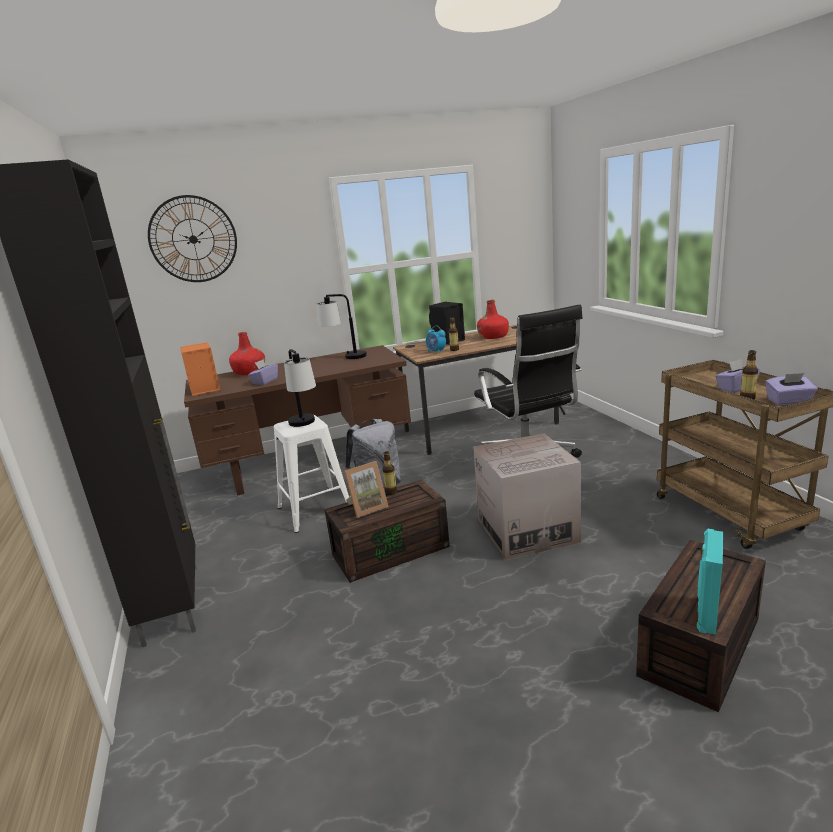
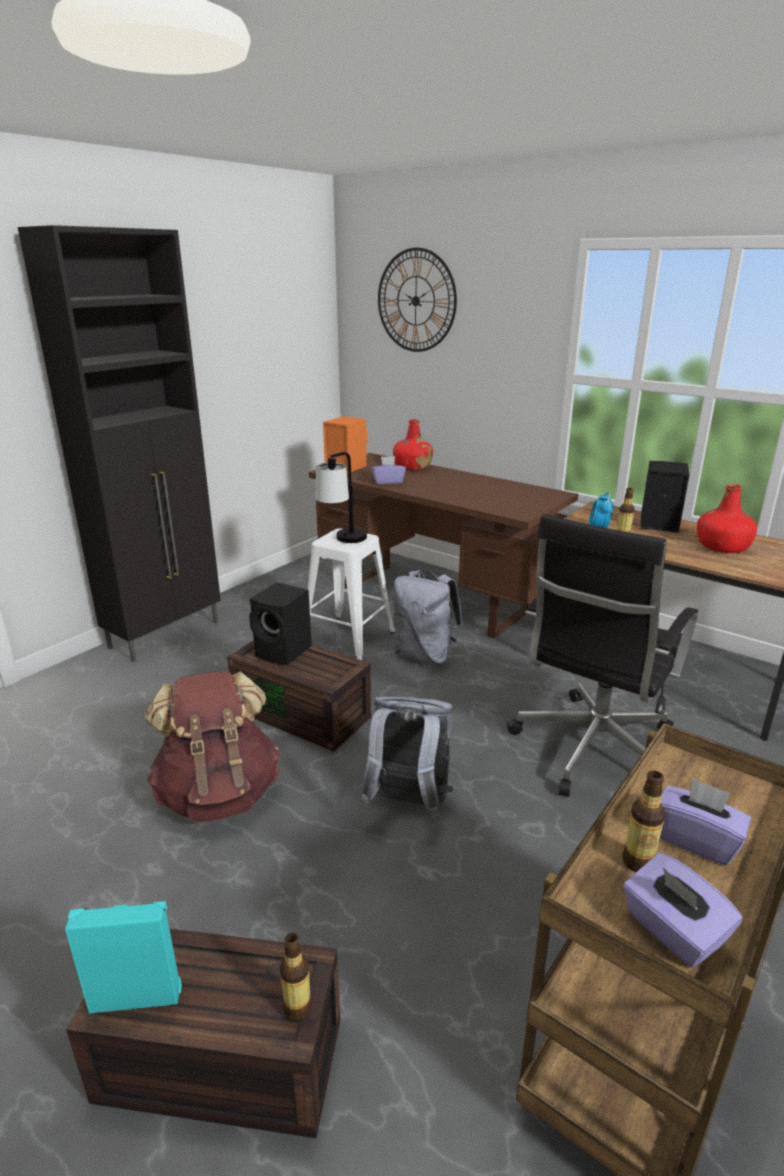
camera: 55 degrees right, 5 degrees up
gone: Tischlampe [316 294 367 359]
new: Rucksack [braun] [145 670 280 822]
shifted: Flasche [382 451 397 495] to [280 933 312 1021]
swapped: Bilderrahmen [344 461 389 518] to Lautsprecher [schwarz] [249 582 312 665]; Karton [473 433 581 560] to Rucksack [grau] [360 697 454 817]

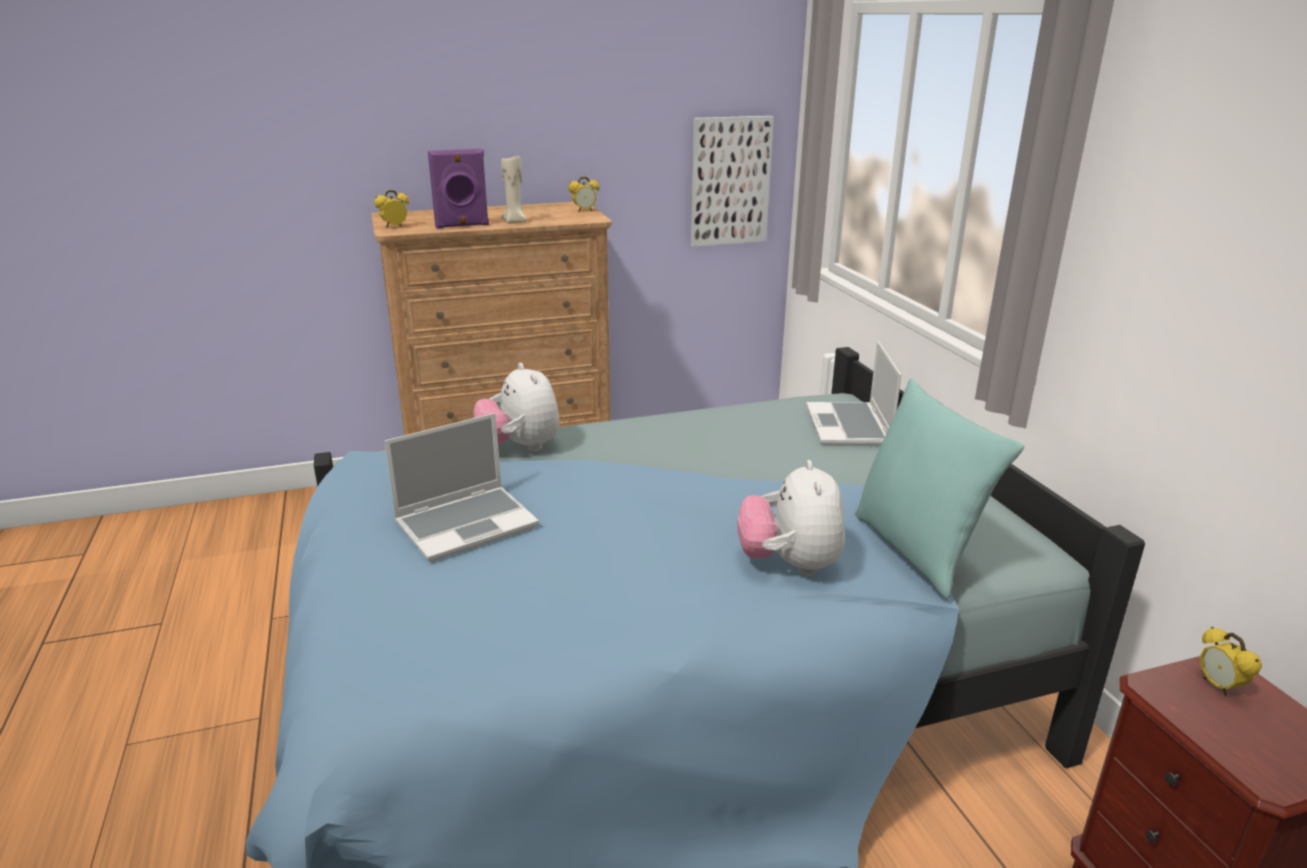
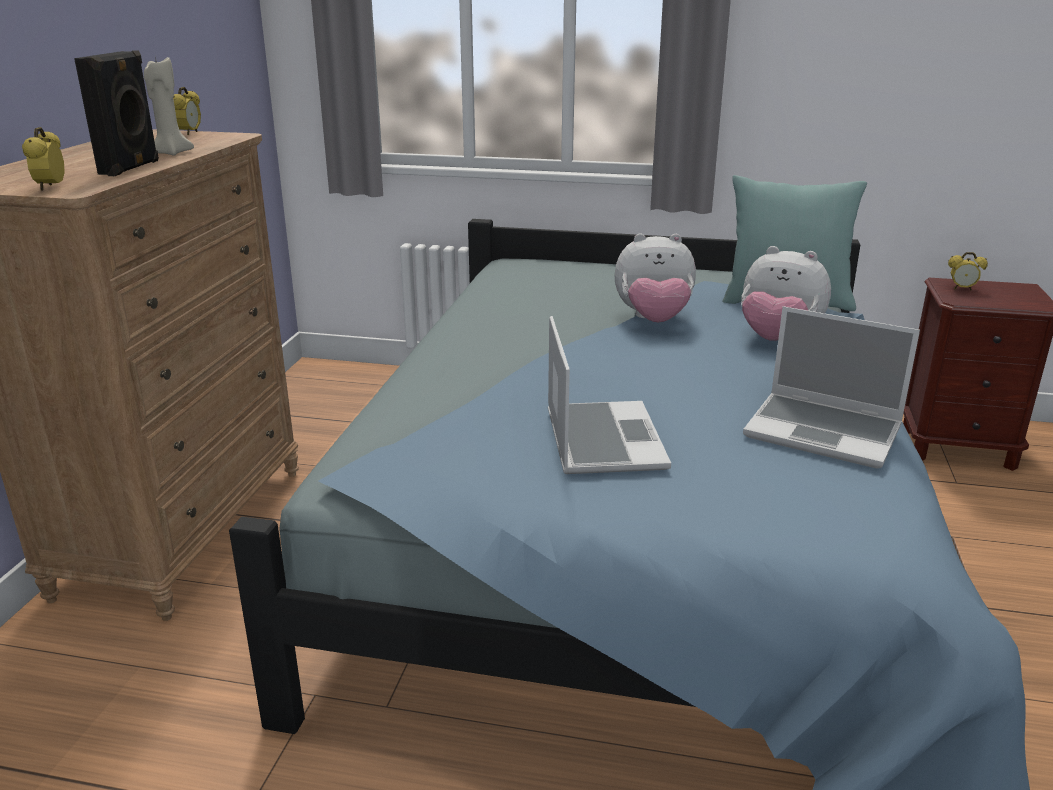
camera: 60 degrees left, 0 degrees up
gone: Bild [691 116 774 247]
shifted: Plüschtier [473 363 560 451] to [614 233 696 323]; Laptop [806 341 902 445] to [743 306 920 469]
repainted: Lautsprecher [lila] [428 149 489 229] to Lautsprecher [schwarz] [74 50 159 176]

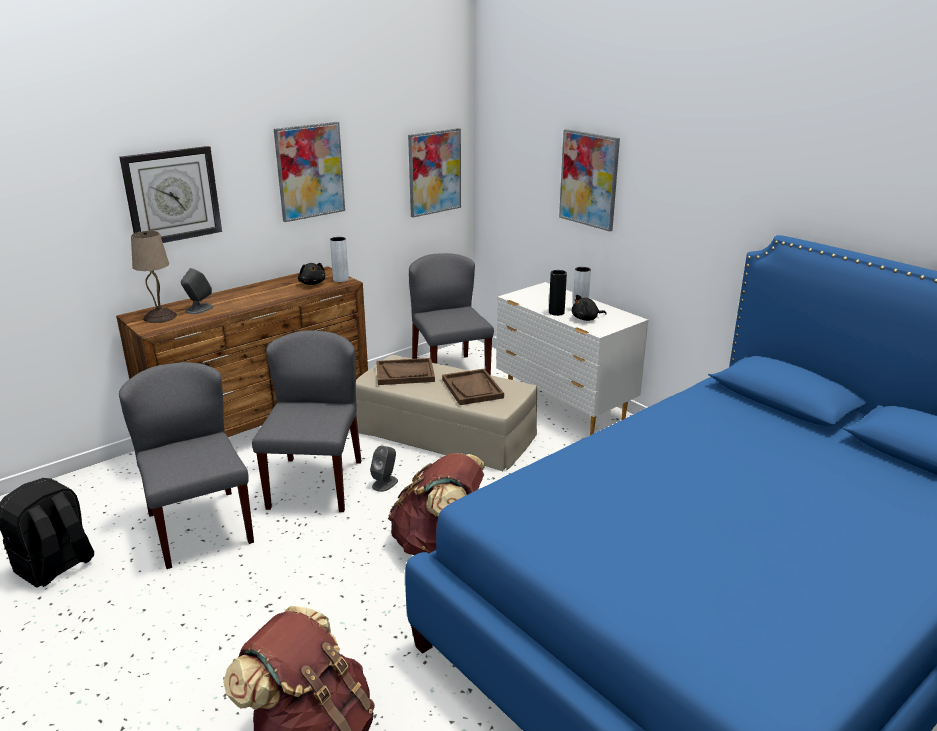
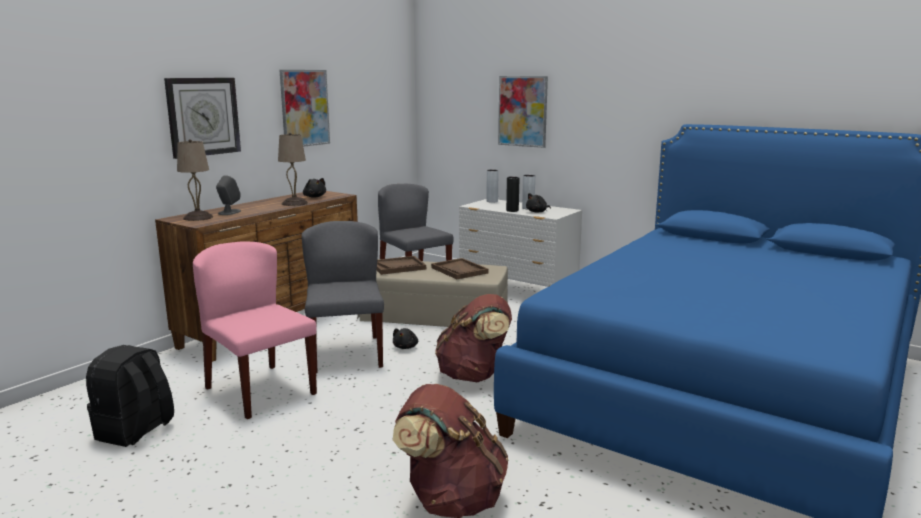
camera: 15 degrees left, 10 degrees down
gone: Bild [408 128 461 218]
new: Tischlampe [beige] [278 133 308 206]
shifted: Vase [grau] [330 237 349 282] to [486 169 499 203]
swapped: Lautsprecher [grau] [370 446 398 492] to Plüschtier [schwarz] [393 328 418 349]
repainted: Stuhl [grau] [119 362 254 569] to Stuhl [rosa] [193 241 317 419]

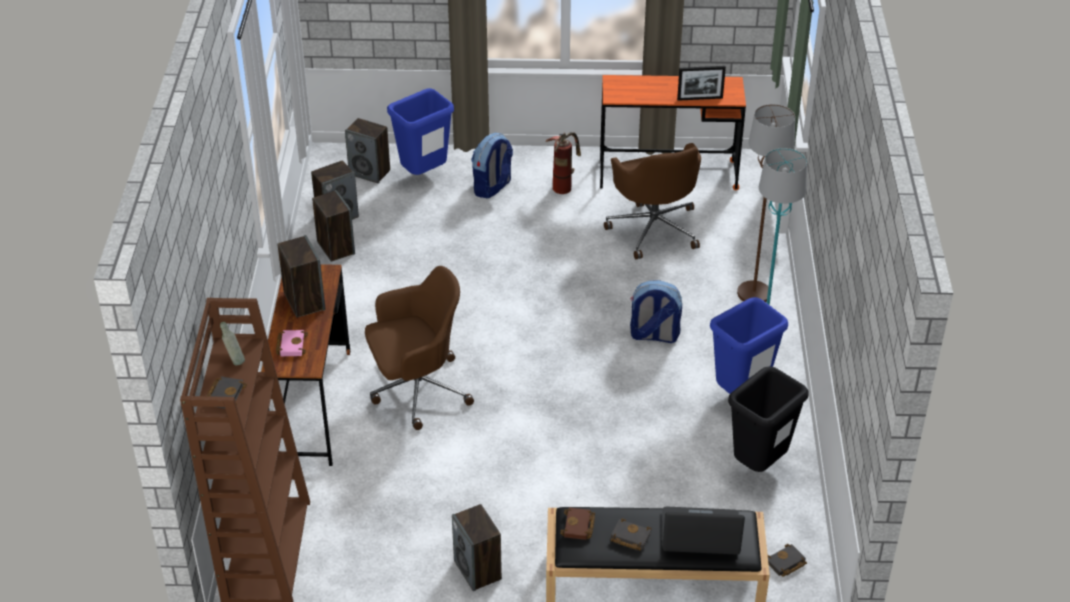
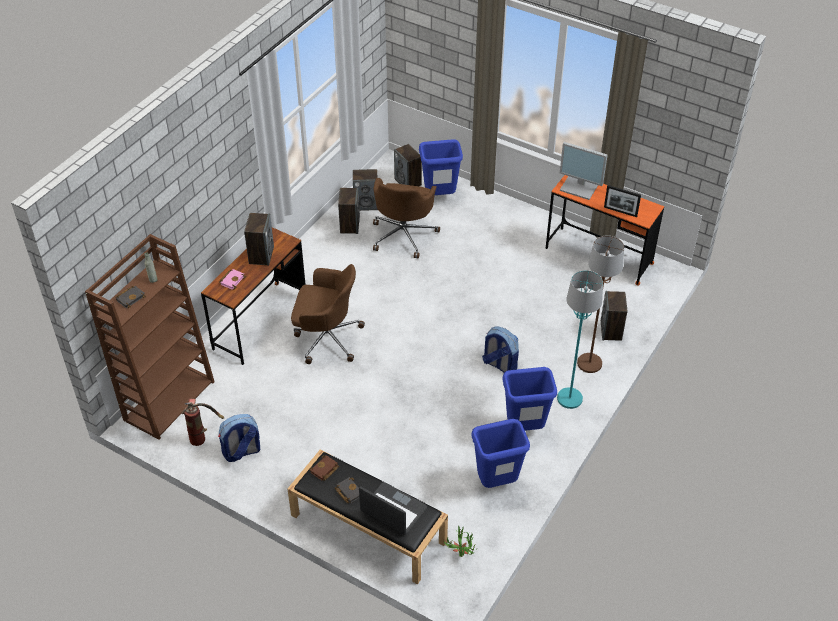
camera: 30 degrees right, 5 degrees up
new: Monitor [560 142 607 200]
shifted: Lautsprecher [452 504 502 591] to [601 291 627 341]; Rucksack [471 133 513 198] to [218 414 260 462]; Feuerlöscher [546 132 581 194] to [182 399 224 446]; Bürostuhl [braun] [604 143 701 259] to [373 178 440 259]
swapped: Buch [schwarz] [768 544 807 577] to Topfpflanze [443 526 478 557]
repainted: Mülleimer [schwarz] [728 366 809 472] to Mülleimer [blau] [471 419 530 488]

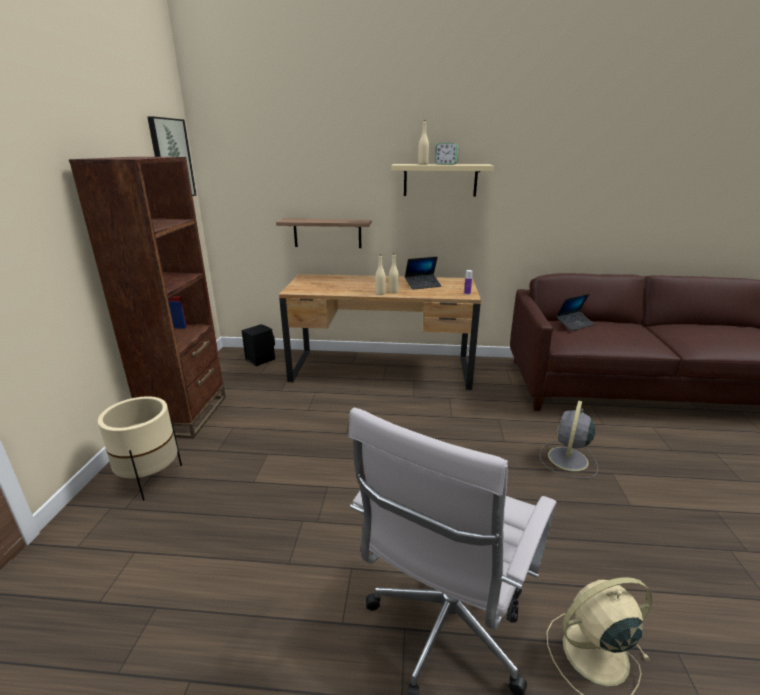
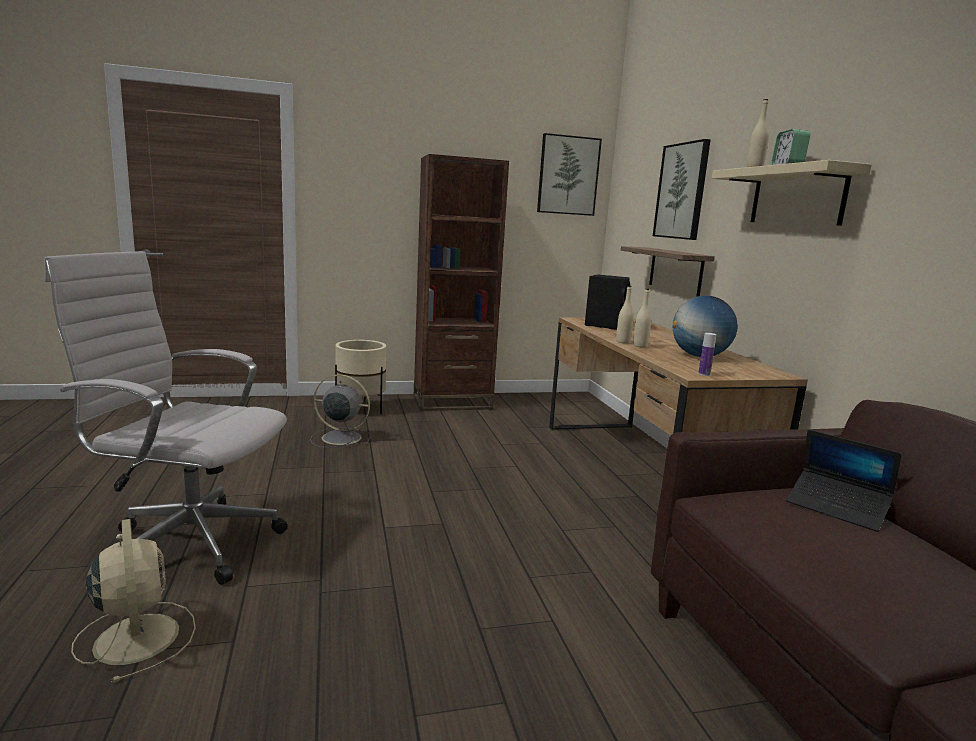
camera: 70 degrees right, 10 degrees down
new: Bild [653 139 711 240]
shifted: Lautsprecher [schwarz] [241 324 275 366] to [585 274 630 330]; Ventilator [grau] [540 400 598 479] to [310 375 371 448]
swapped: Laptop [405 257 441 290] to Globus [673 296 738 357]

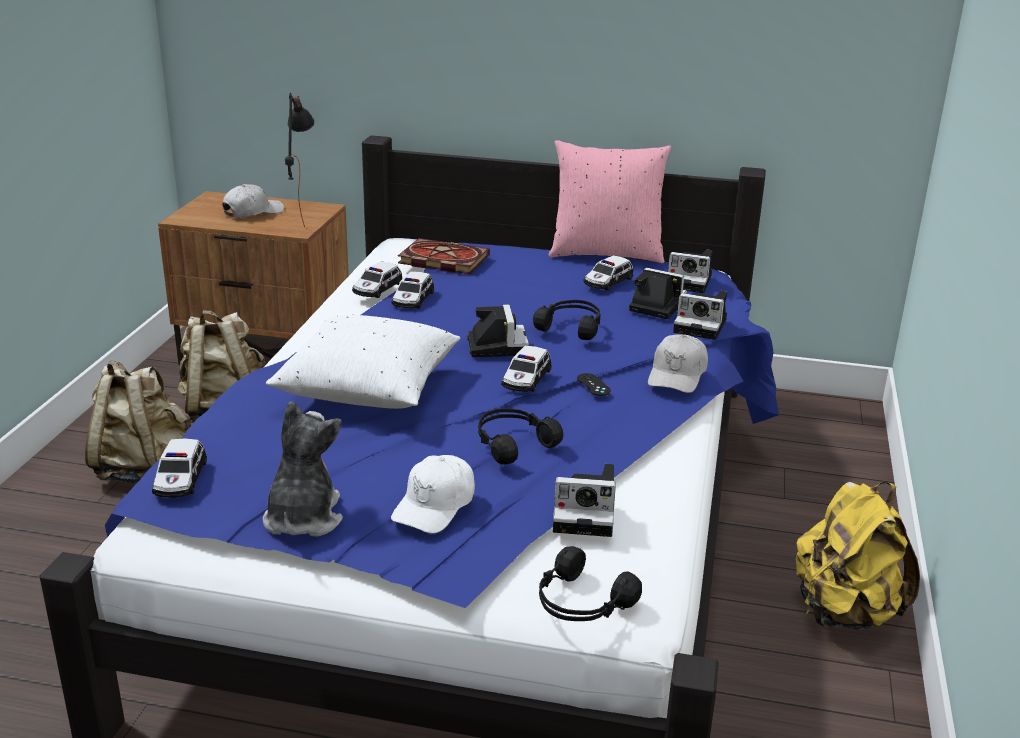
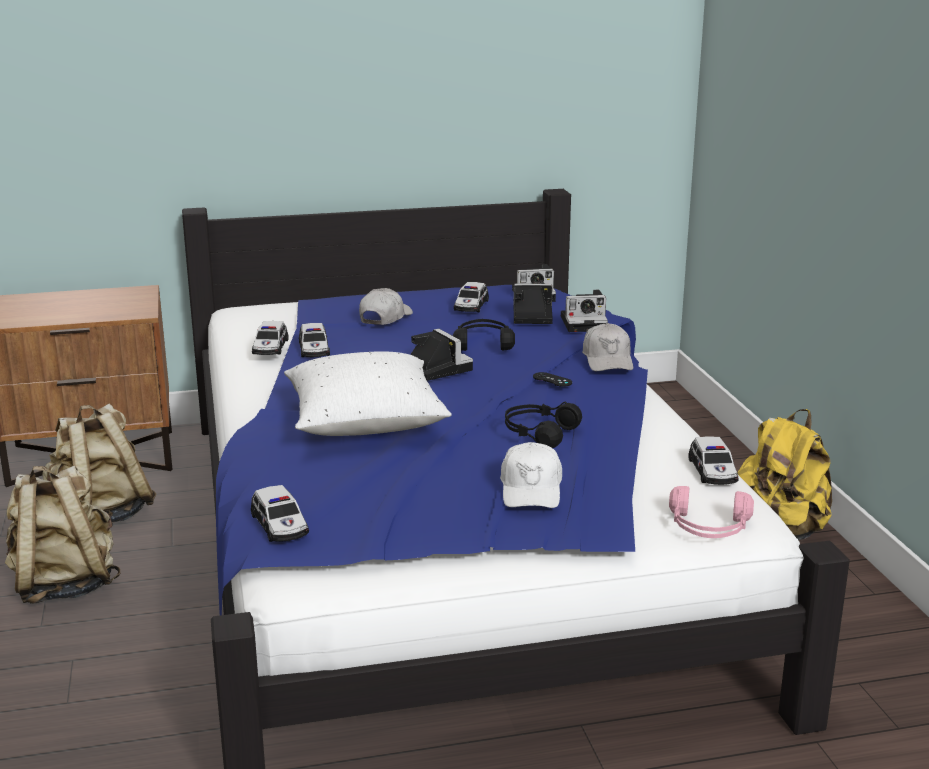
camera: 25 degrees left, 5 degrees down
gone: Plüschtier [263 401 343 537]; Tischlampe [schwarz] [285 93 314 227]; Buch [398 238 490 274]; Kissen [rosa] [548 140 671 263]; Kamera [553 464 616 537]
shifted: Kappe [weiß] [222 184 284 218] to [359 288 413 325]; Spielzeugauto [501 345 551 392] to [688 436 739 485]
repainted: Kopfhörer [schwarz] [539 546 642 621] to Kopfhörer [rosa] [669 486 754 538]

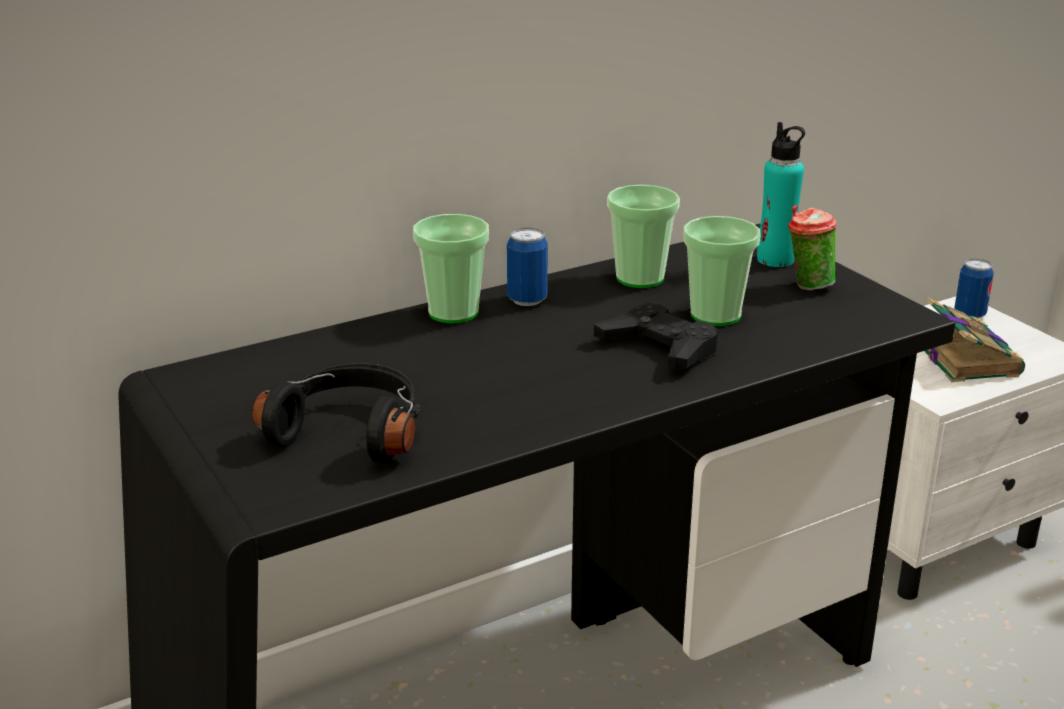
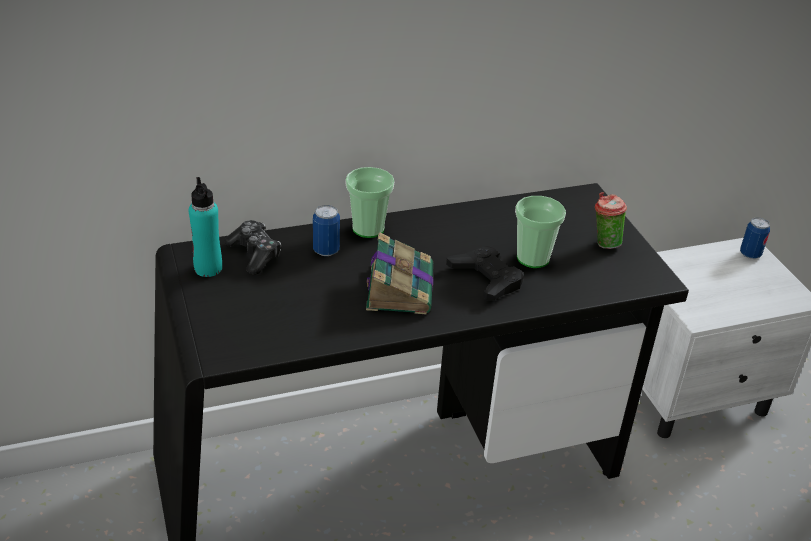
camera: 10 degrees right, 10 degrees up
gone: Kopfhörer [schwarz] [252 363 420 464]; Tasse [607 185 680 288]
new: Gamepad [224 220 281 275]
shifted: Dose [507 227 548 306] to [313 205 340 256]; Flasche [türkis] [757 122 805 267] to [189 177 222 277]; Buch [925 297 1025 382] to [366 232 433 314]

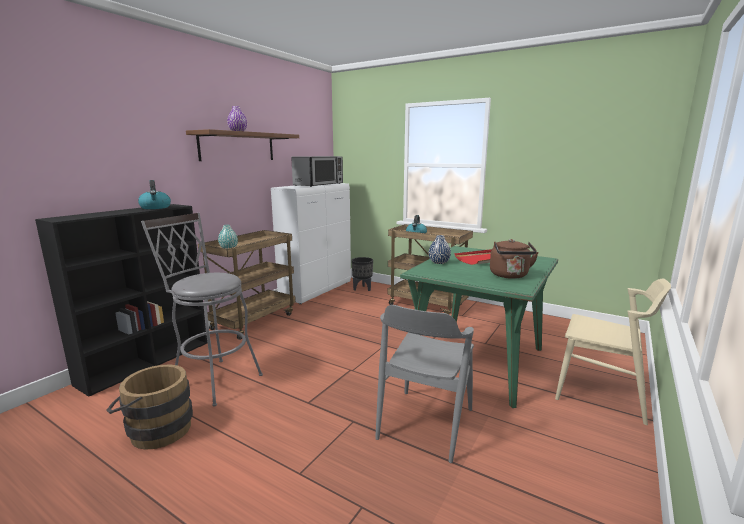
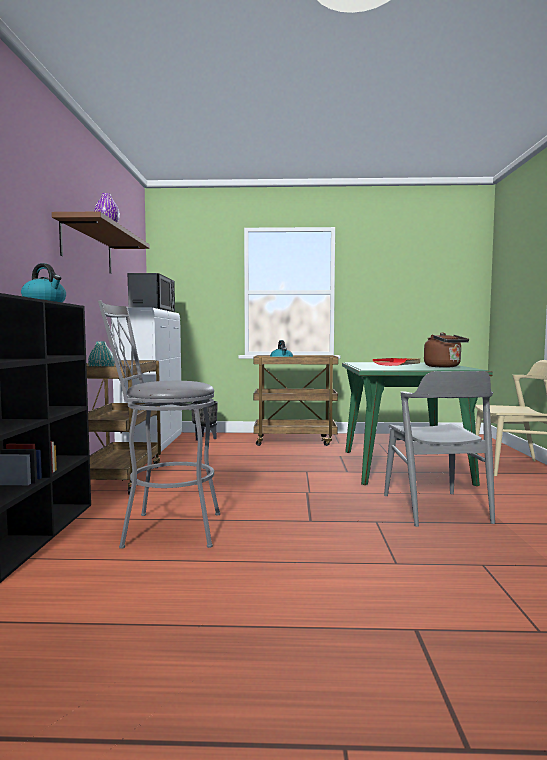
camera: 30 degrees left, 10 degrees down
gone: Eimer [braun] [107 364 193 450]; Vase [blau] [429 235 451 264]

